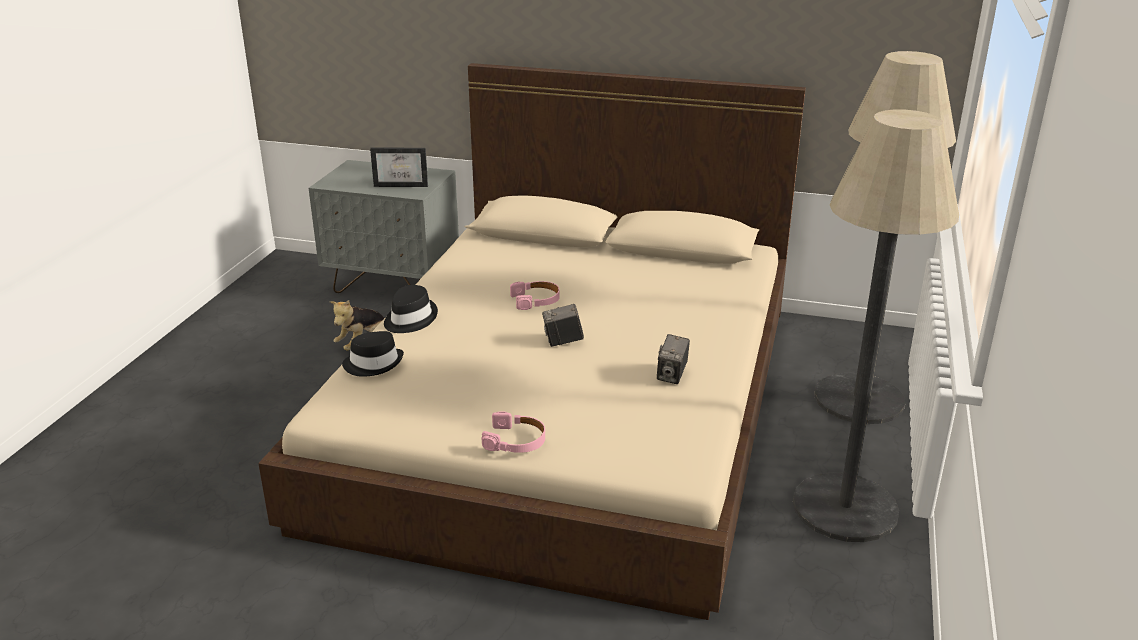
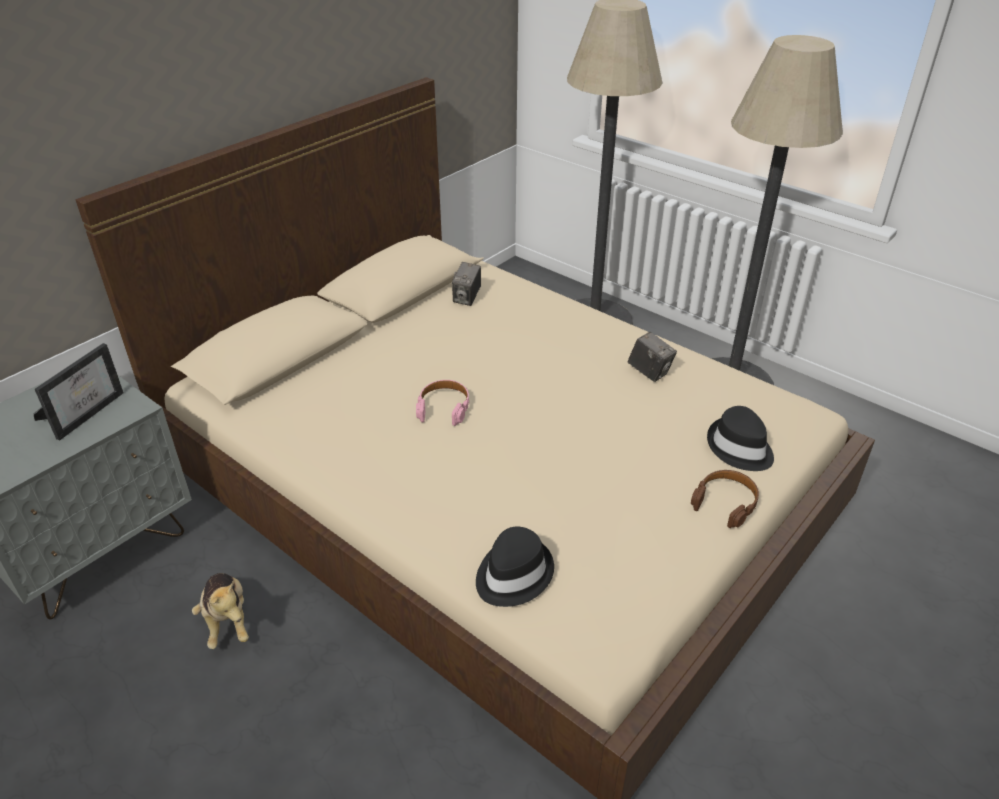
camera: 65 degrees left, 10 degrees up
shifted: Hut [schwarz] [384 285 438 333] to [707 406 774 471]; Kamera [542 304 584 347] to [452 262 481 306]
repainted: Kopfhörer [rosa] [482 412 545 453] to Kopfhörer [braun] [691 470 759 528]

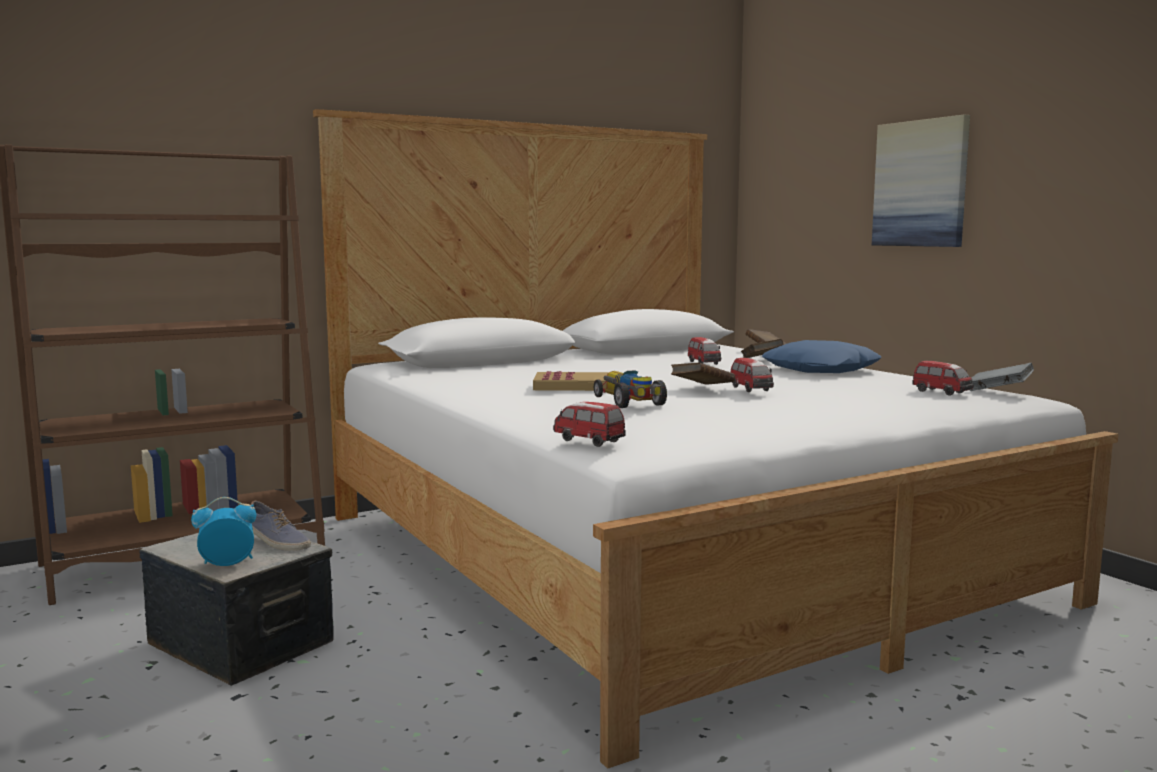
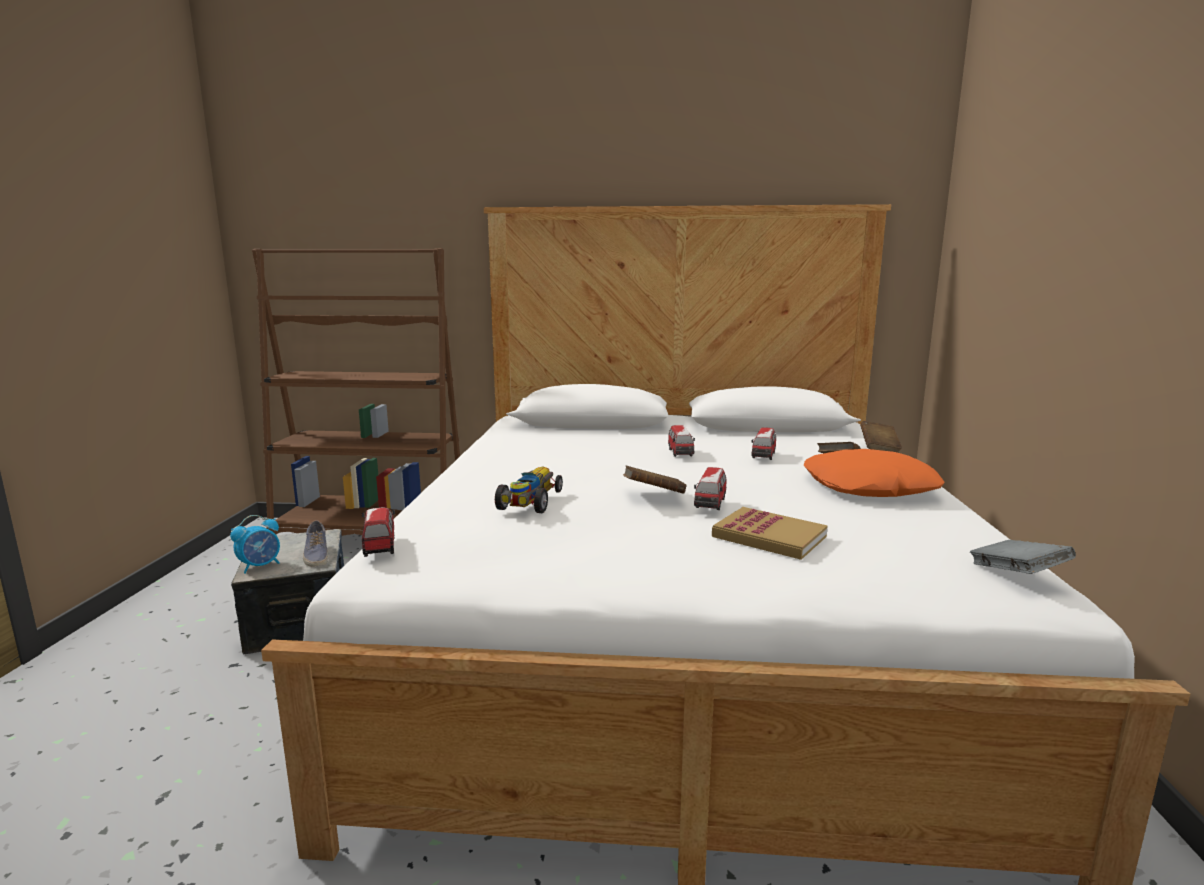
camera: 35 degrees right, 5 degrees up
gone: Bild [872 114 970 247]
shifted: Buch [533 371 609 391] to [712 507 828 560]; Spielzeugauto [912 361 974 396] to [668 425 695 457]
repainted: Kissen [blau] [762 340 881 373] to Kissen [orange] [804 449 945 497]
rotated: Wecker [191 497 256 566] = [230 515 280 574] 120 degrees clockwise

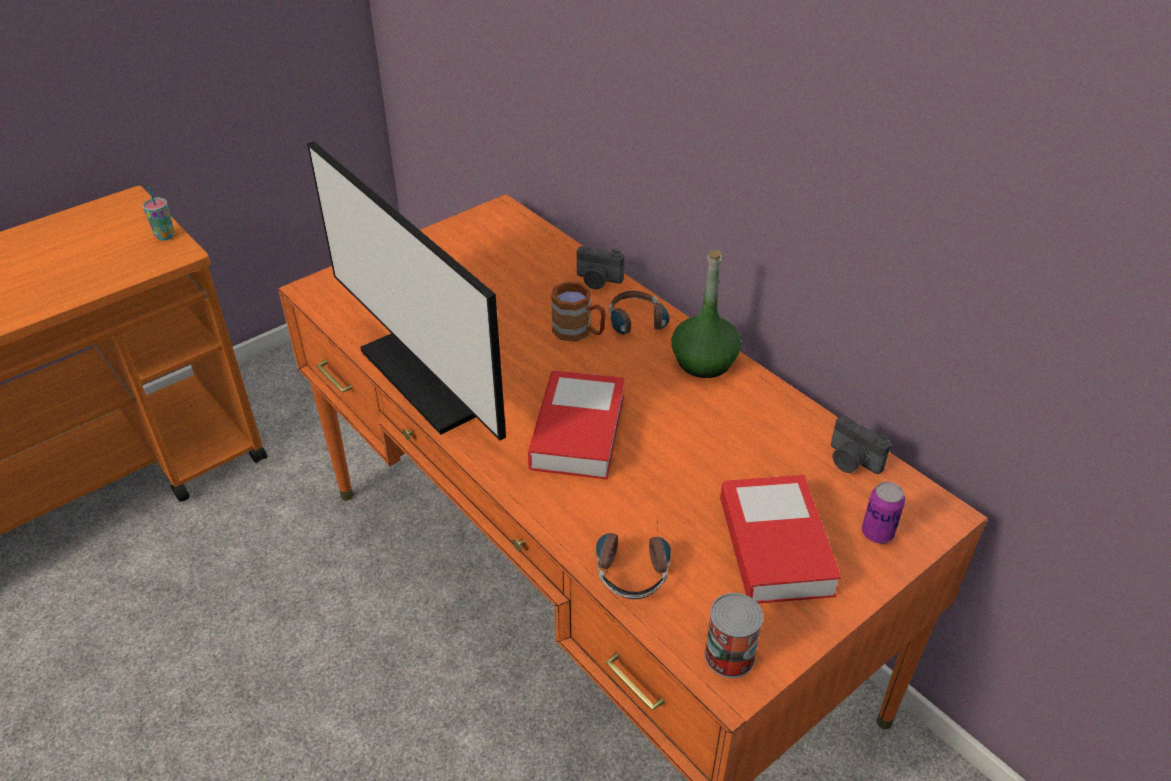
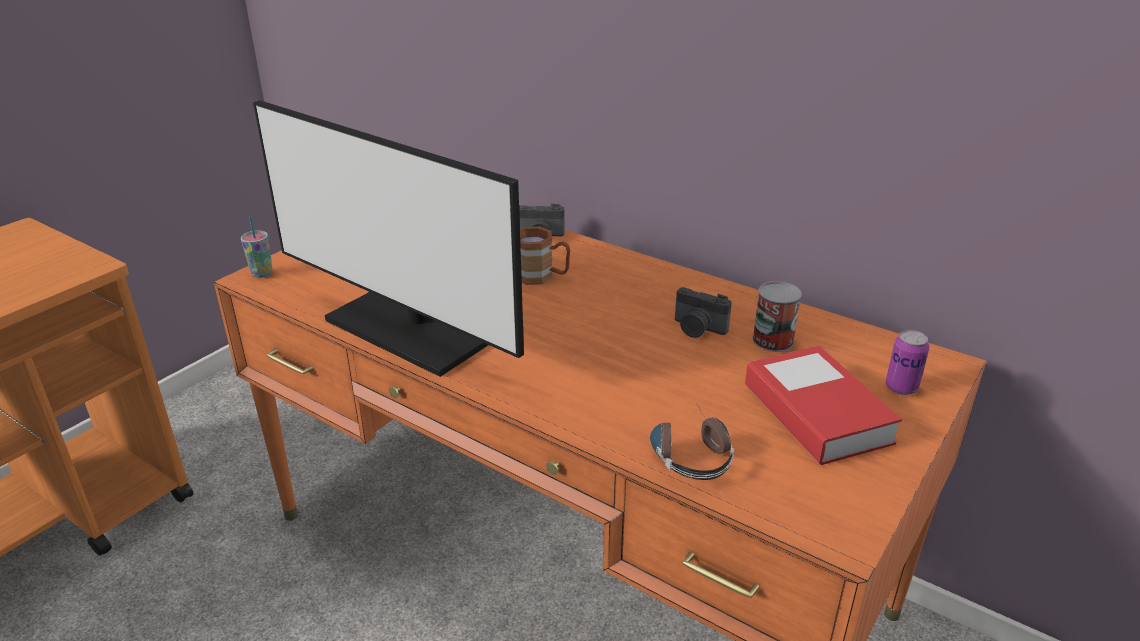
camera: 15 degrees left, 10 degrees down
gone: Buch [528 370 625 480]; Kopfhörer [609 291 670 335]; Flasche [grün] [671 250 741 378]
shifted: Tasse [142 186 174 241] to [241 216 272 278]; Dose [705 593 763 678] to [752 281 802 352]; Kamera [831 415 891 474] to [675 287 732 338]

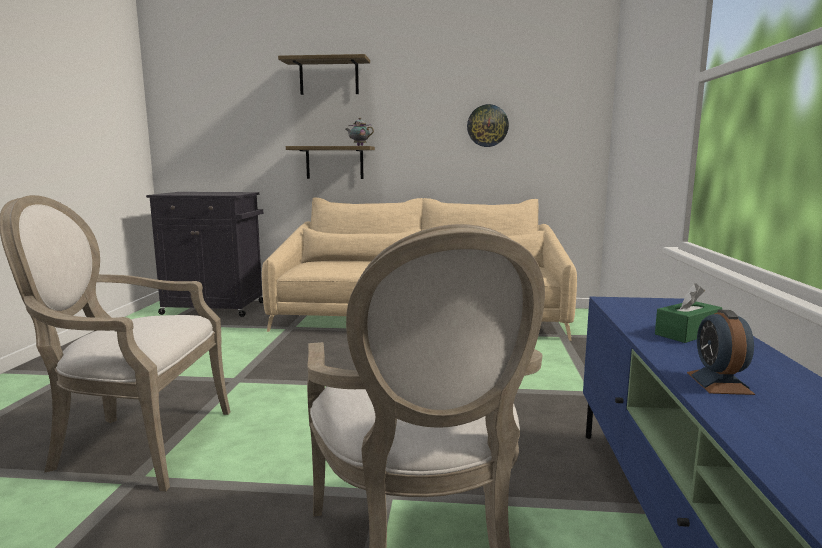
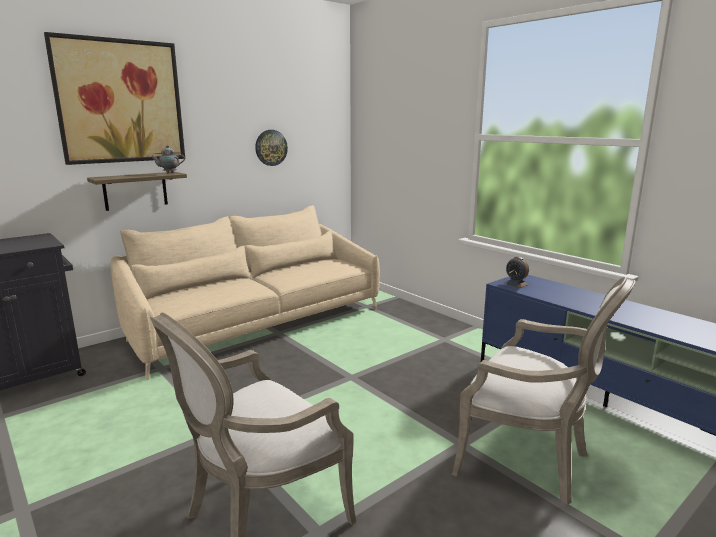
camera: 45 degrees left, 5 degrees up
gone: Taschentuchbox [grün] [655 283 722 343]
shifted: Wecker [687 310 755 395] to [504 257 529 288]
swapped: Wandregal [278 54 370 95] to Bild [44 32 185 165]

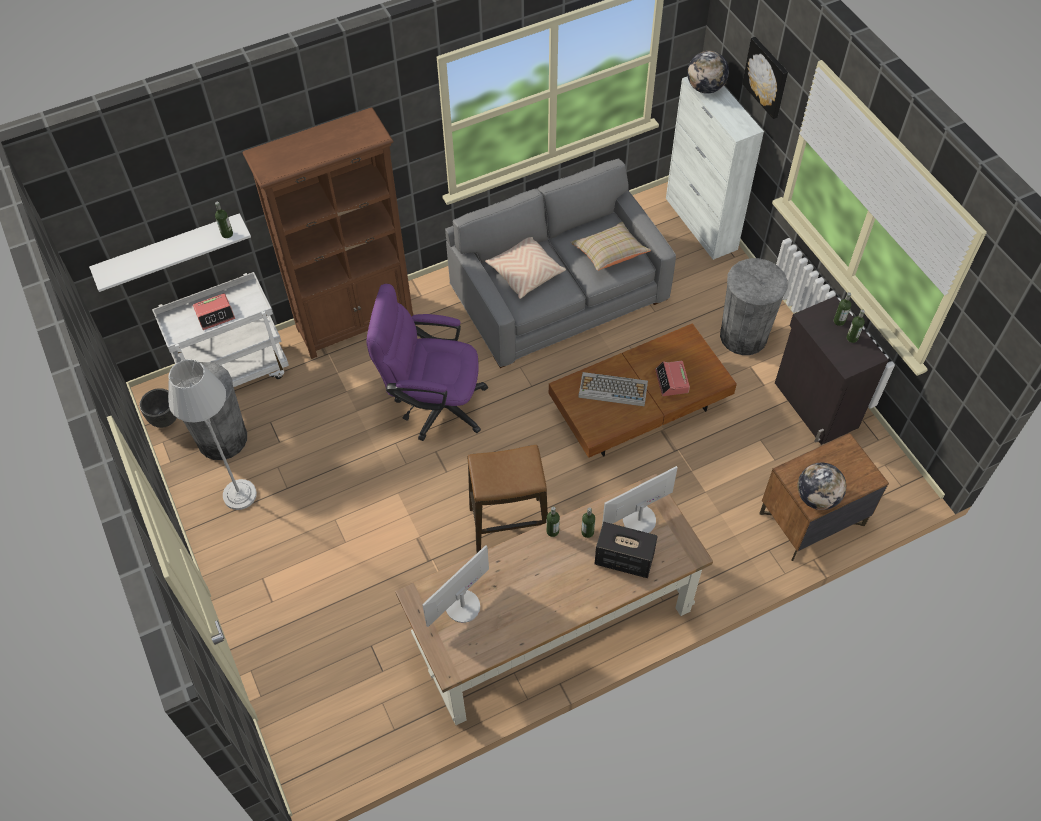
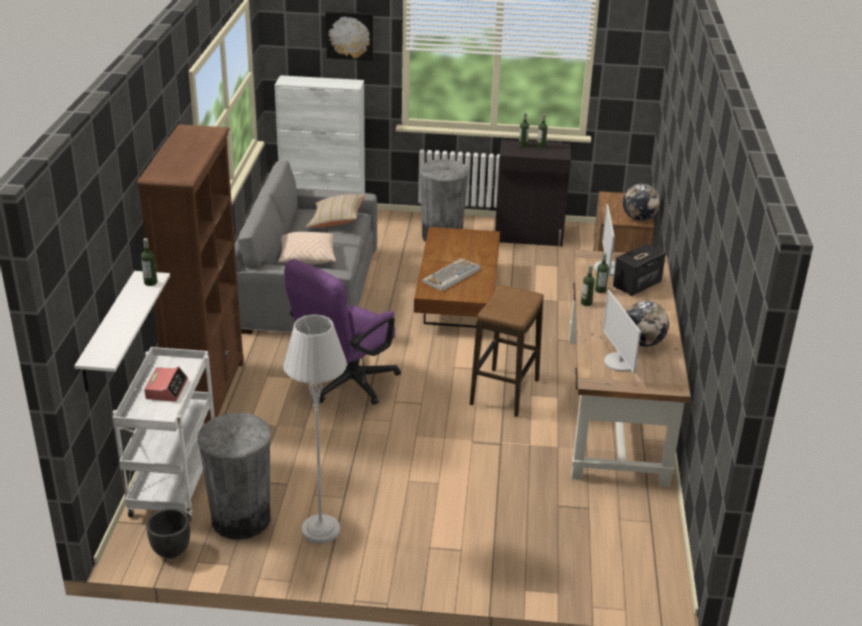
camera: 60 degrees left, 25 degrees down
gone: Wecker [655 361 690 396]
shifted: Globus [687 51 729 94] to [626 301 669 347]

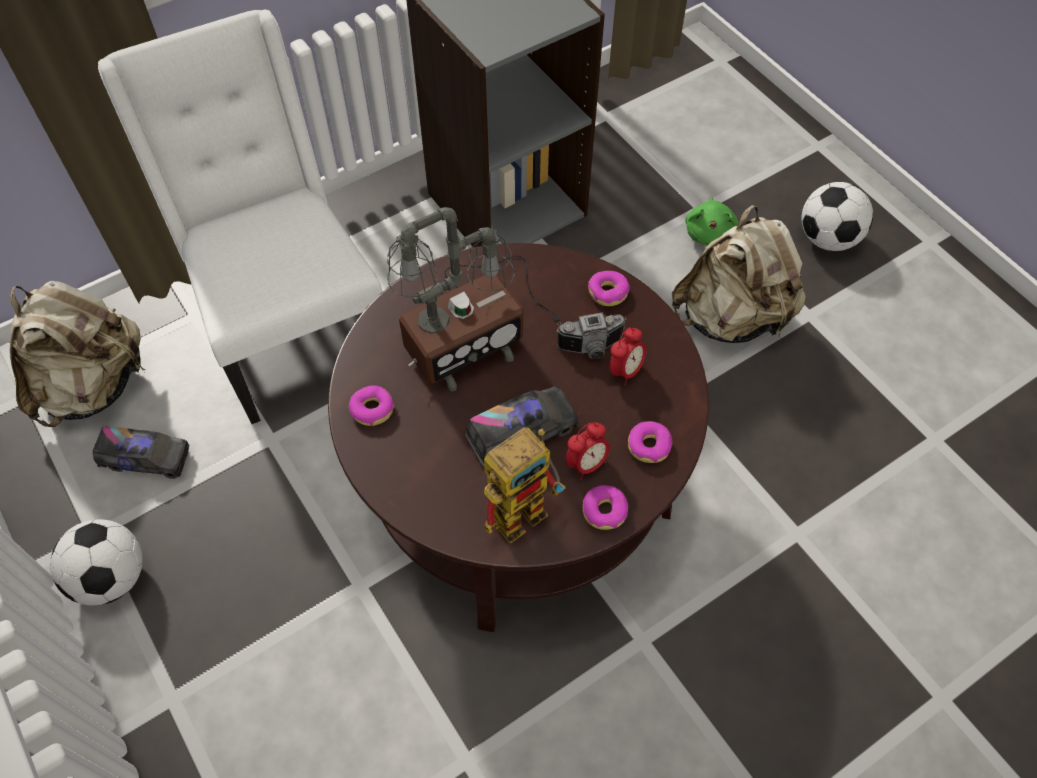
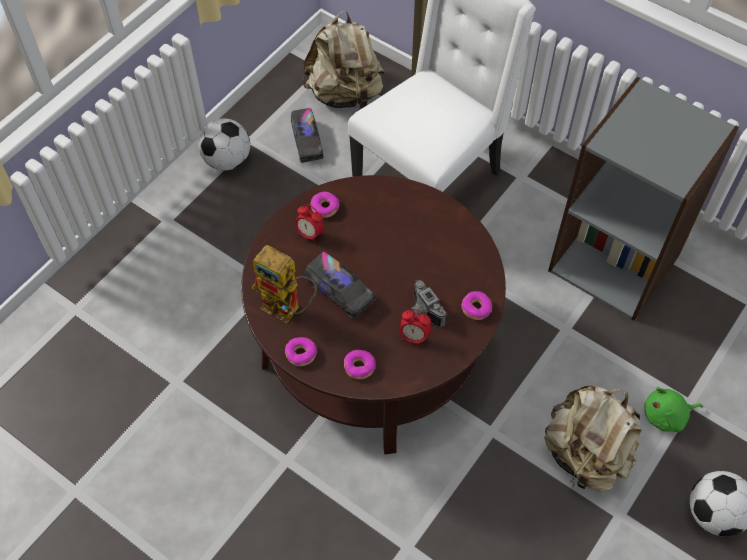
camera: 70 degrees right, 0 degrees up
gone: Tischlampe [387 207 560 391]
shifted: Wecker [566 422 610 480] to [295 204 324 243]

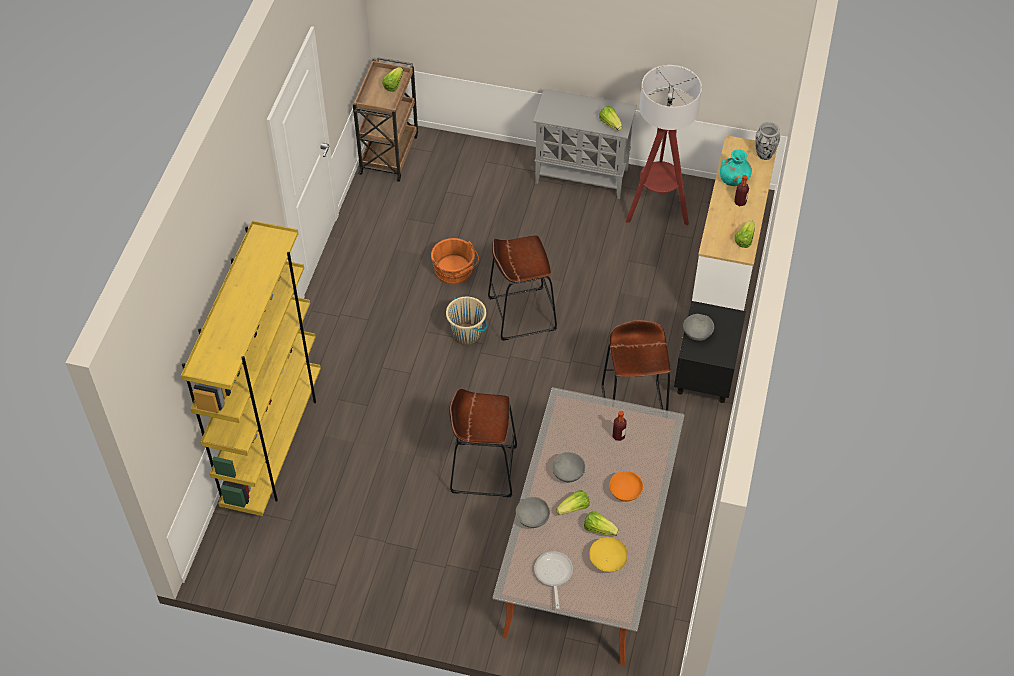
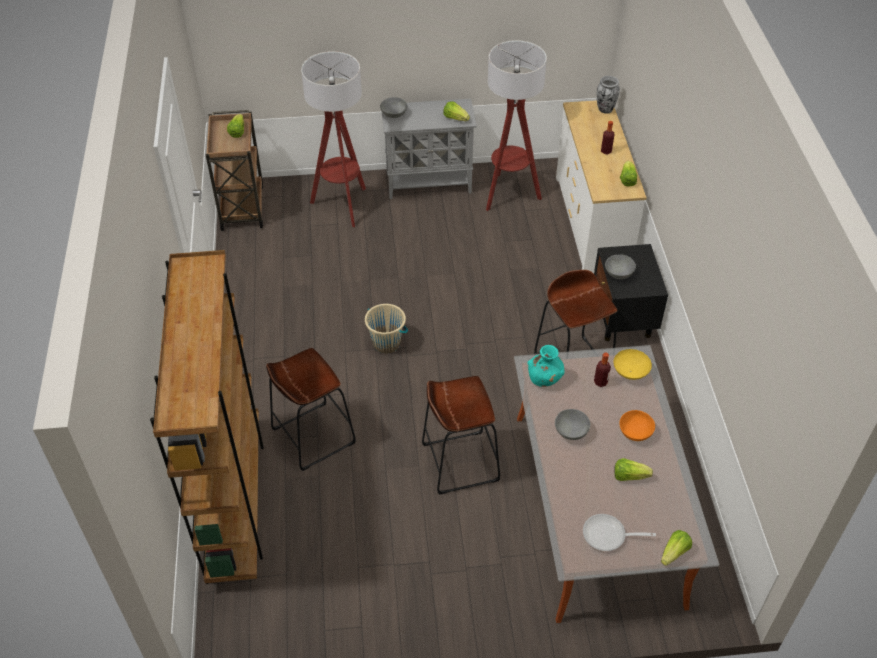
camera: 20 degrees left, 5 degrees down
gone: Eimer [orange] [431 238 479 284]
new: Stehlampe [301 51 366 227]
shifted: Hocker [braun] [488 235 557 341] to [266 348 356 471]; Schüssel [grau] [516 497 550 528] to [380 97 407 118]; Salatkopf [556 490 590 515] to [661 530 692 566]; Schüssel [gelb] [589 537 628 572] to [614 349 652 380]; Vase [türkis] [720 149 752 186] to [527 345 565 387]
repainted: Bücherregal [gelb] [181 220 321 516] to Bücherregal [braun] [150 250 264 584]
rotated: Pfanne [534 551 573 609] = [583 514 656 551] 60 degrees counterclockwise

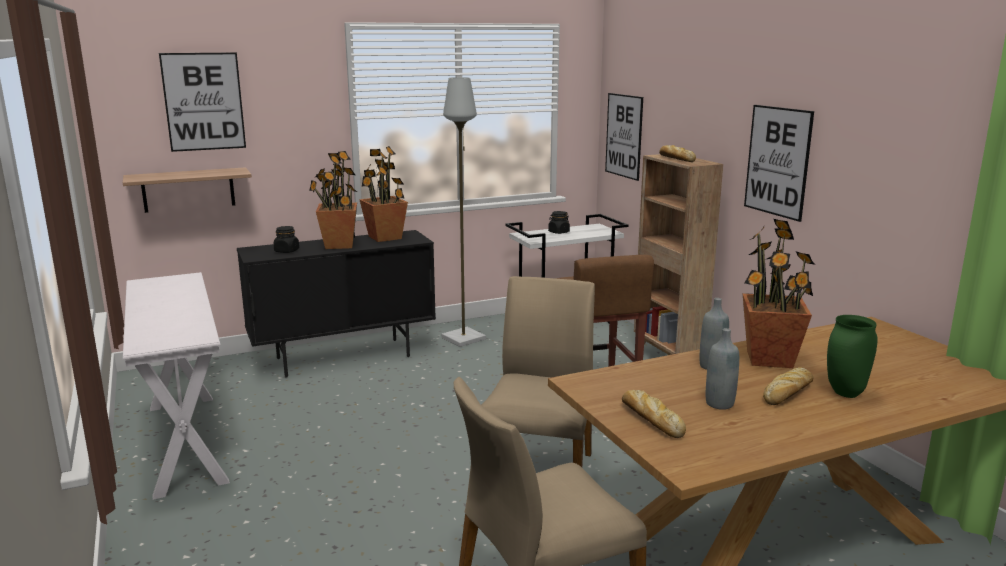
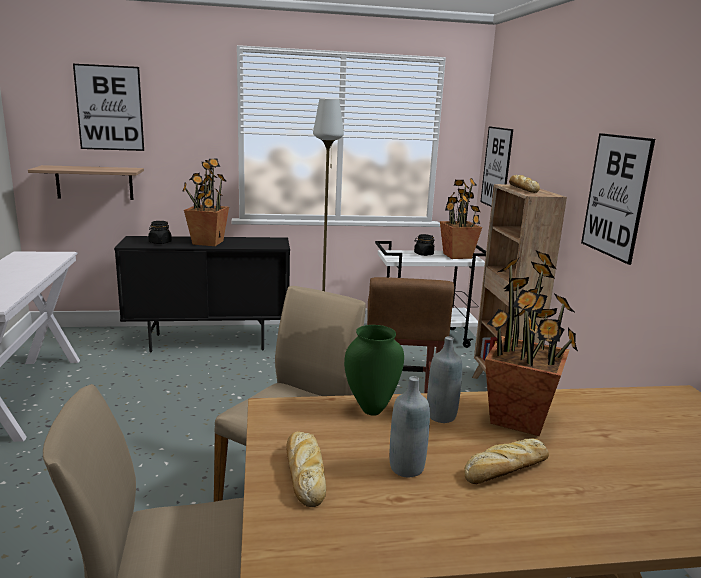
camera: 15 degrees right, 0 degrees up
shifted: Topfpflanze [359 146 408 242] to [440 178 482 259]; Vase [grün] [827 315 878 398] to [344 325 404 416]

